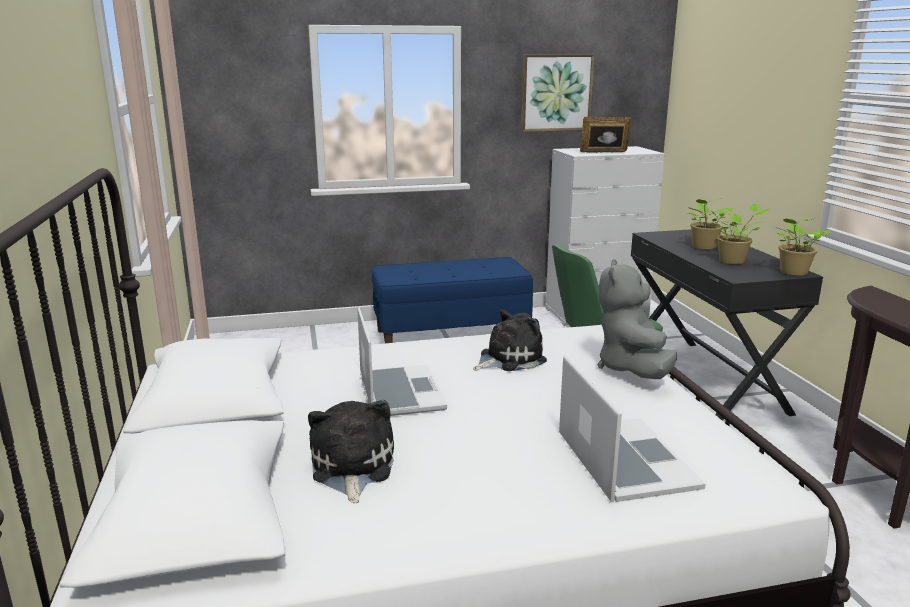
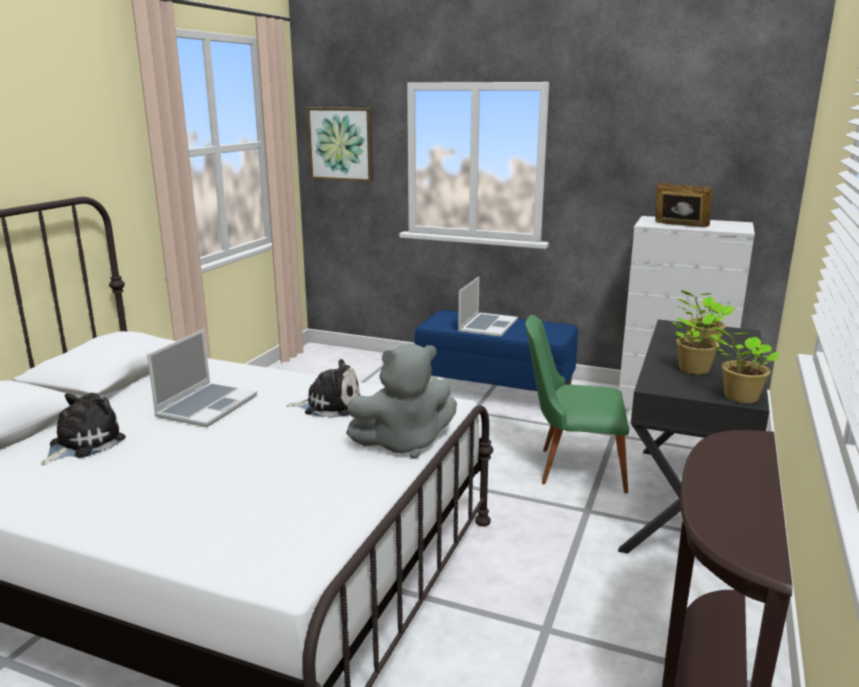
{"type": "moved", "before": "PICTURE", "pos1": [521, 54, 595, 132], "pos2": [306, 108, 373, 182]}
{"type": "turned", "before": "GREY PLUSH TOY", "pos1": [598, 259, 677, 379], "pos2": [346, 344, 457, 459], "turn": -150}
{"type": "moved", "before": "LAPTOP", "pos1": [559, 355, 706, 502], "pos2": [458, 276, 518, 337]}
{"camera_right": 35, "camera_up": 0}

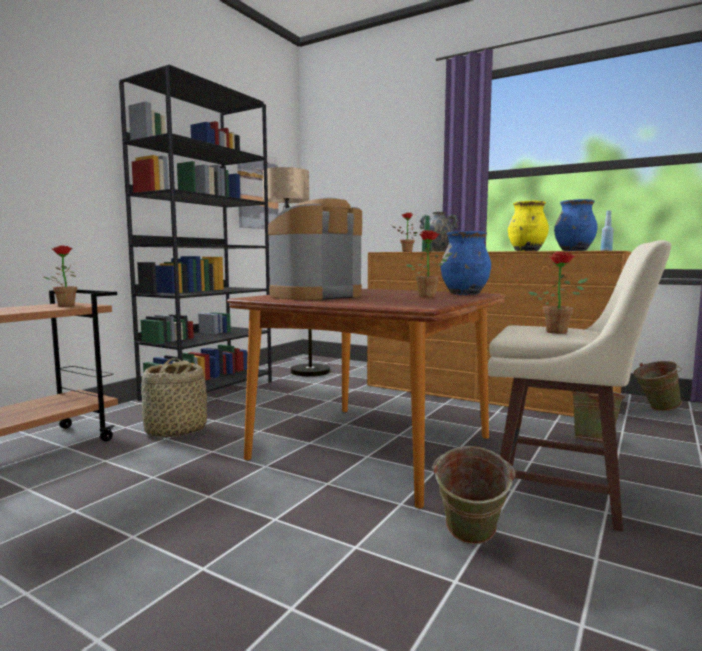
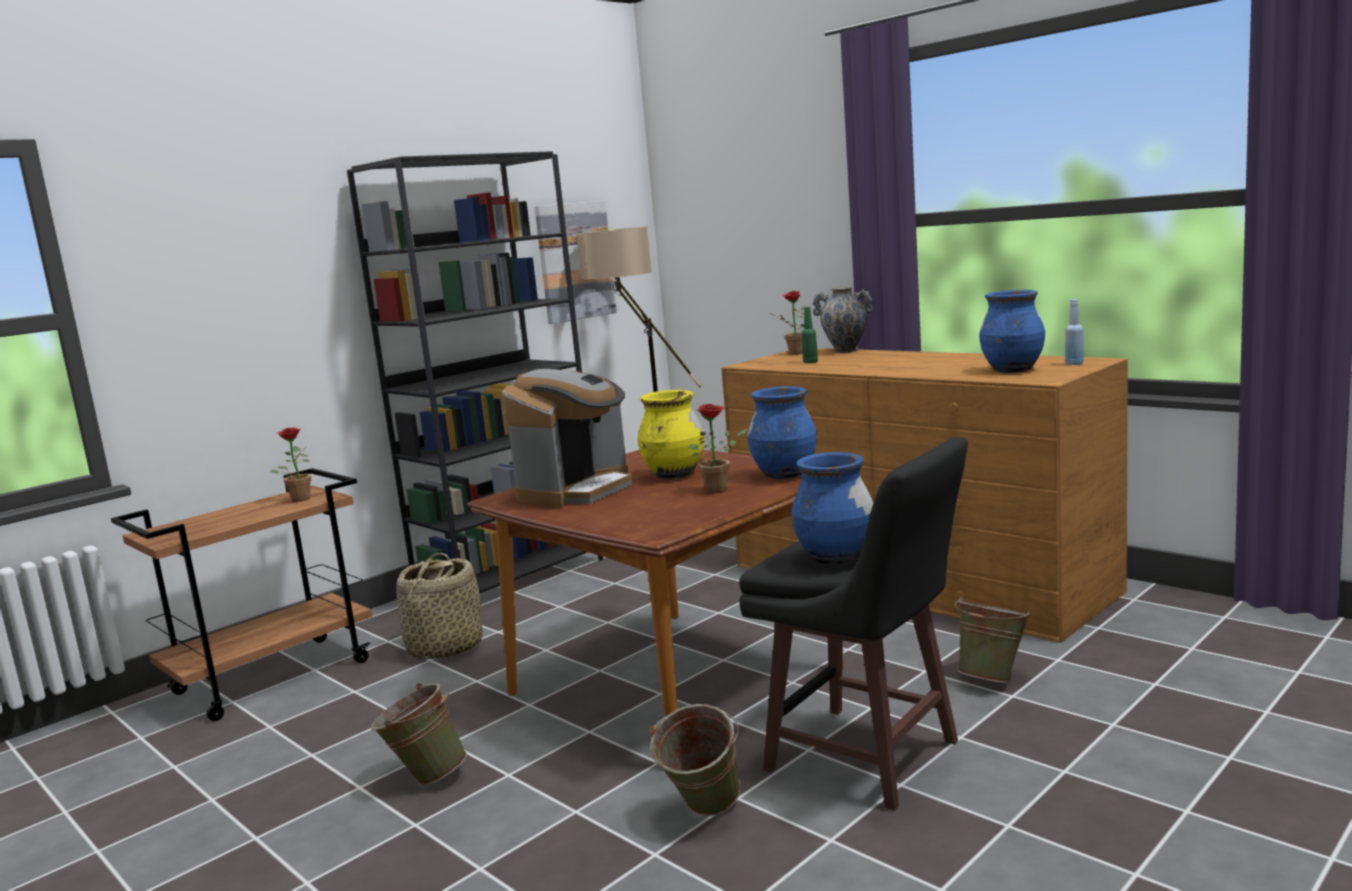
{"type": "moved", "before": "GREEN BUCKET", "pos1": [633, 361, 682, 411], "pos2": [371, 683, 467, 786]}
{"type": "turned", "before": "COFFEE MACHINE", "pos1": [268, 197, 362, 300], "pos2": [502, 369, 633, 508], "turn": 150}
{"type": "moved", "before": "YELLOW VASE", "pos1": [508, 201, 549, 251], "pos2": [638, 390, 704, 479]}
{"type": "recoloured", "before": "BEIGE STOOL", "after": "BLACK STOOL", "pos1": [488, 240, 671, 532], "pos2": [739, 437, 968, 811]}
{"type": "replaced", "before": "POTTED PLANT", "after": "BLUE VASE", "pos1": [528, 252, 588, 334], "pos2": [791, 452, 873, 565]}
{"camera_right": 15, "camera_up": 5}

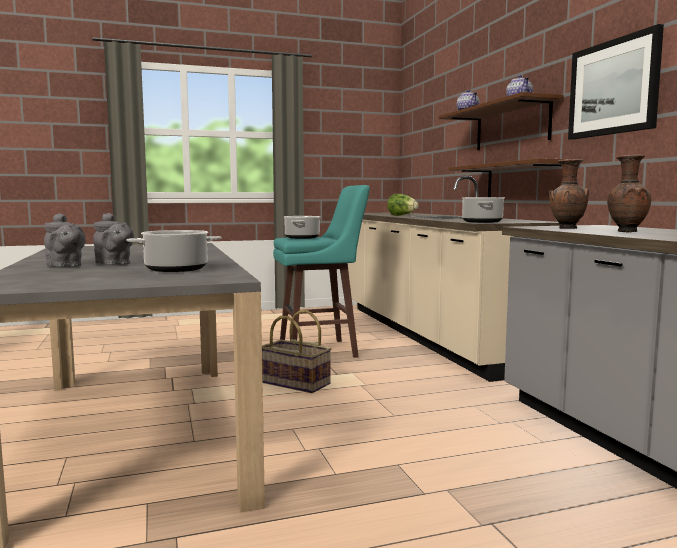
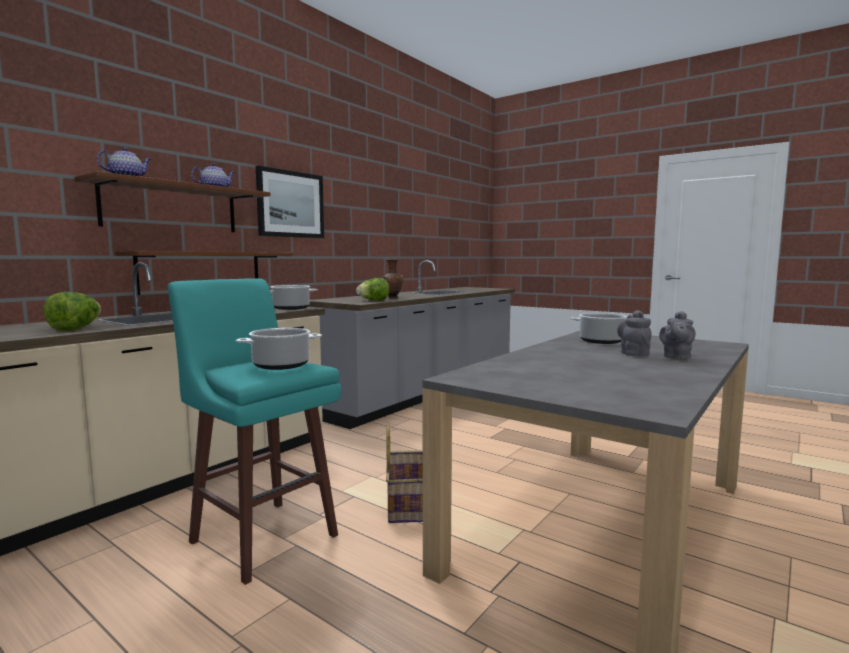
{"type": "replaced", "before": "BROWN VASE", "after": "LETTUCE", "pos1": [549, 159, 589, 229], "pos2": [356, 278, 389, 301]}
{"type": "turned", "before": "GREY TEAPOT", "pos1": [44, 213, 86, 267], "pos2": [659, 311, 696, 360], "turn": -150}
{"camera_right": -125, "camera_up": 0}

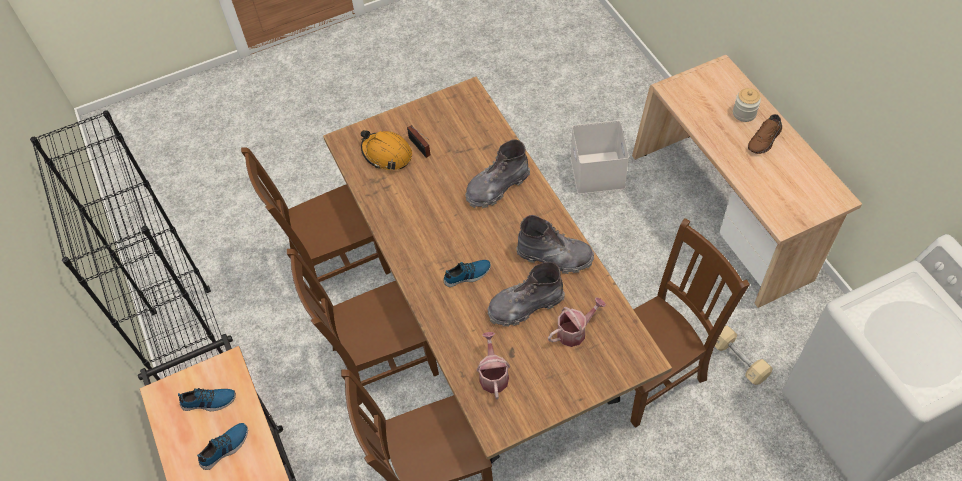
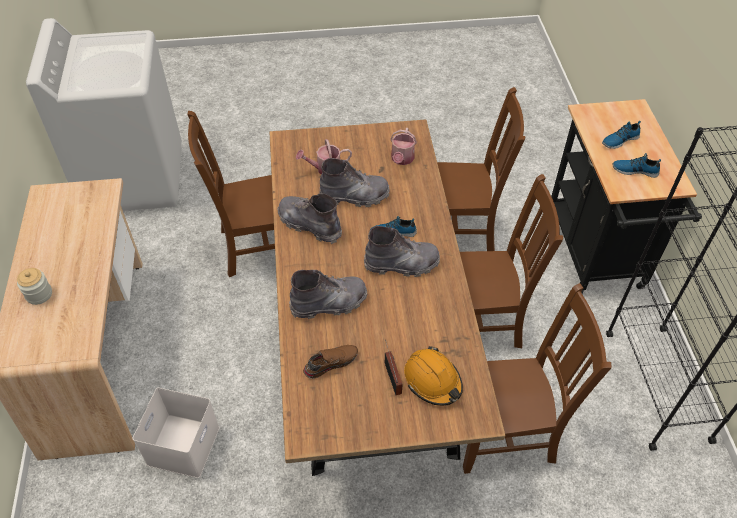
{"type": "moved", "before": "BROWN SHOE", "pos1": [748, 114, 782, 154], "pos2": [303, 345, 358, 379]}
{"type": "added", "after": "GREY BOOT", "pos2": [364, 226, 440, 277]}
{"type": "removed", "before": "BEIGE DUMBBELL", "pos1": [715, 326, 773, 385]}
{"camera_right": -165, "camera_up": -5}

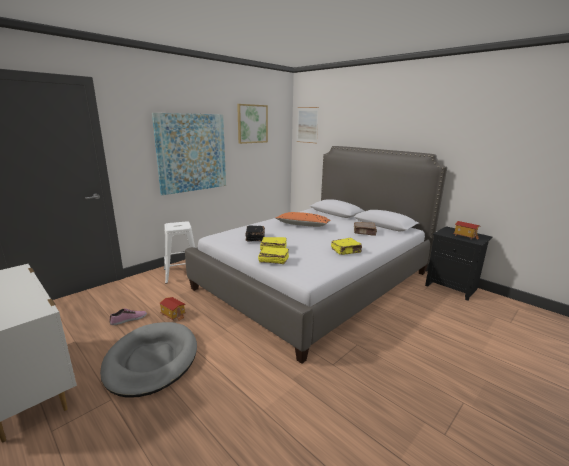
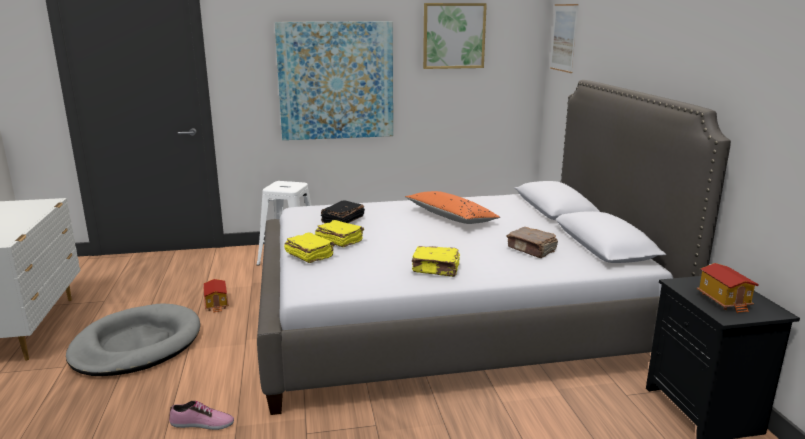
{"type": "moved", "before": "SHOE", "pos1": [110, 308, 147, 325], "pos2": [169, 401, 234, 430]}
{"camera_right": 35, "camera_up": 0}

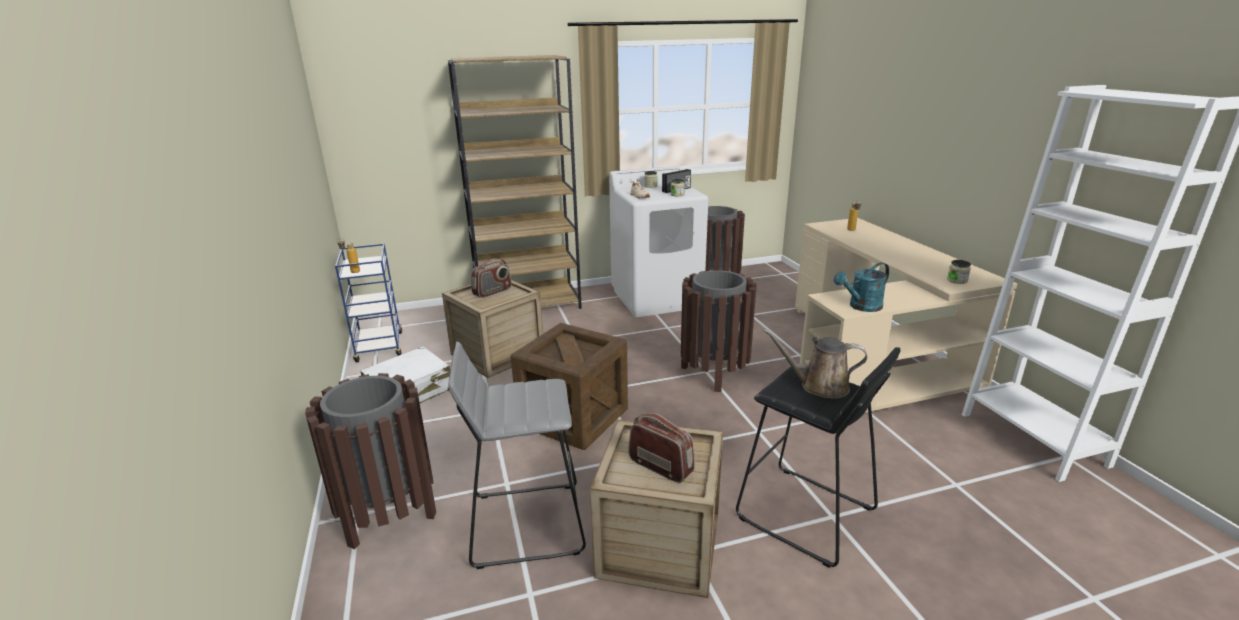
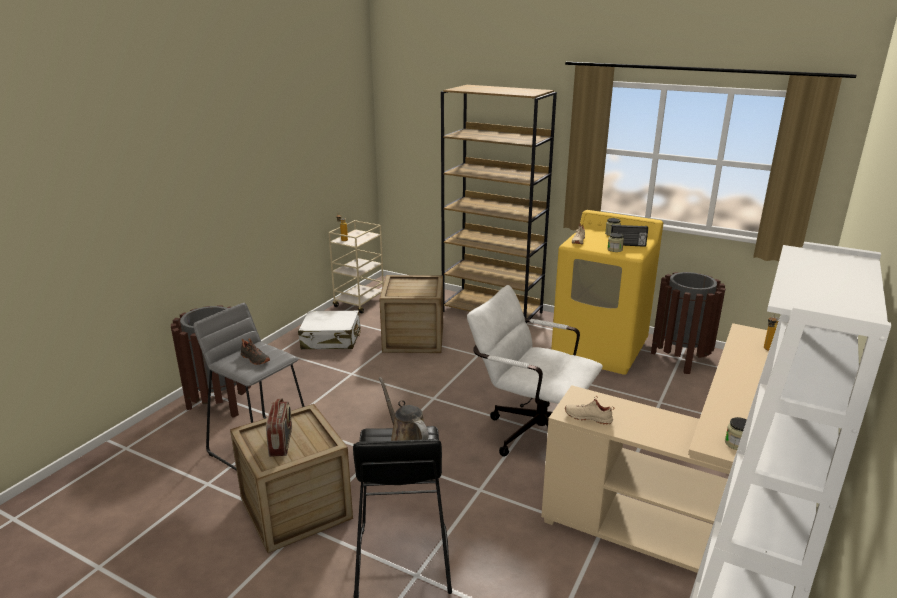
{"type": "added", "after": "BLACK SHOE", "pos2": [241, 338, 270, 365]}
{"type": "recoloured", "before": "BLUE CART", "after": "BEIGE CART", "pos1": [335, 243, 402, 362], "pos2": [328, 220, 384, 314]}
{"type": "replaced", "before": "BROWN TRASH CAN", "after": "WHITE OFFICE CHAIR", "pos1": [681, 270, 757, 392], "pos2": [467, 285, 603, 456]}
{"type": "recoloured", "before": "WHITE WASHING MACHINE", "after": "YELLOW WASHING MACHINE", "pos1": [609, 166, 708, 317], "pos2": [551, 210, 663, 375]}
{"type": "replaced", "before": "TURQUOISE WATERING CAN", "after": "BEIGE SHOE", "pos1": [834, 262, 889, 312], "pos2": [565, 396, 614, 425]}
{"type": "removed", "before": "RADIO", "pos1": [471, 259, 512, 298]}
{"type": "removed", "before": "CRATE", "pos1": [510, 323, 628, 450]}
{"camera_right": 45, "camera_up": 0}

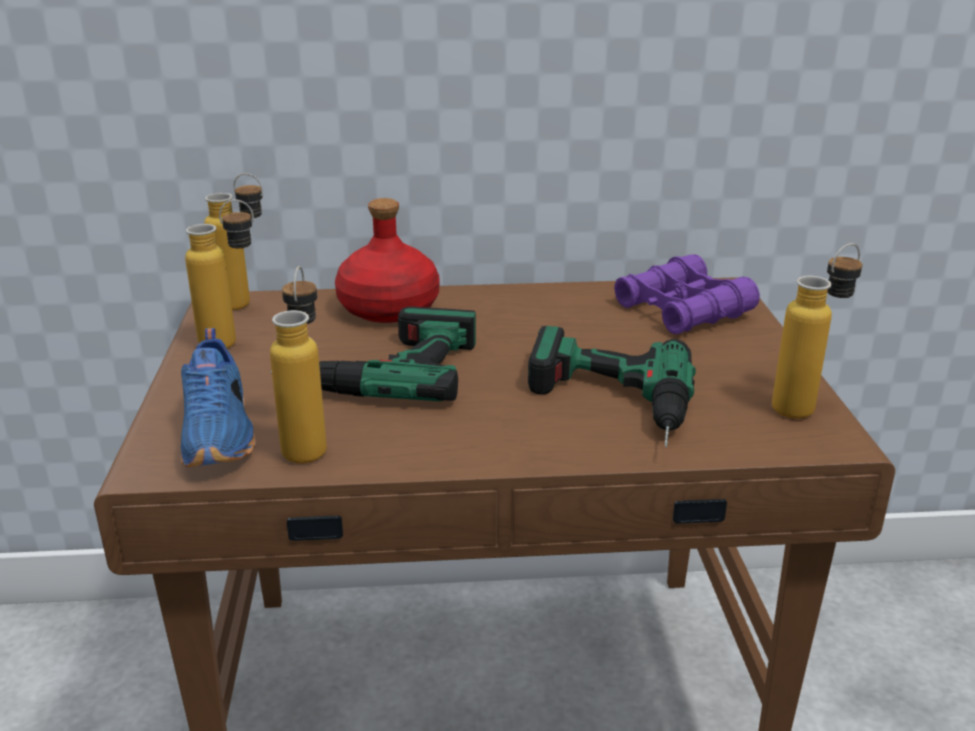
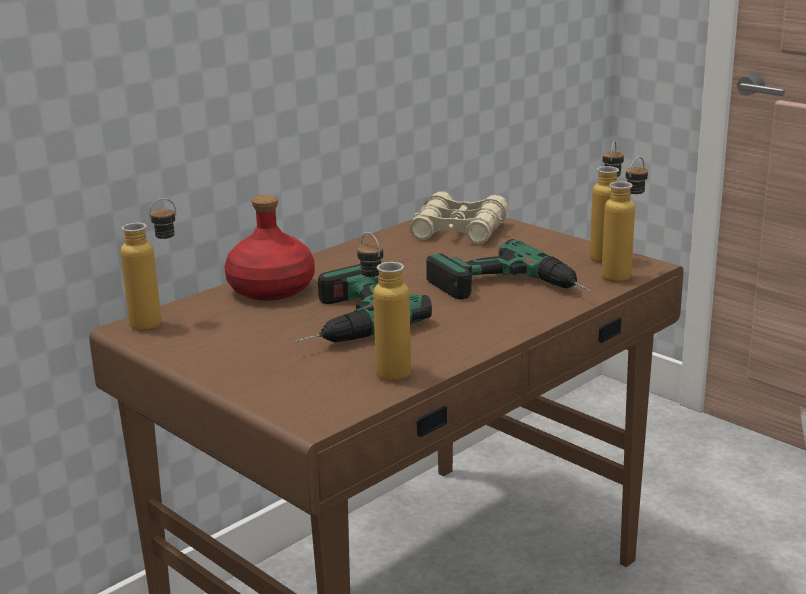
{"type": "recoloured", "before": "PURPLE BINOCULARS", "after": "BEIGE BINOCULARS", "pos1": [614, 254, 760, 334], "pos2": [410, 191, 508, 245]}
{"type": "moved", "before": "BOTTLE", "pos1": [185, 199, 254, 349], "pos2": [602, 157, 648, 283]}
{"type": "removed", "before": "BLUE SHOE", "pos1": [180, 328, 256, 467]}
{"camera_right": -40, "camera_up": -5}

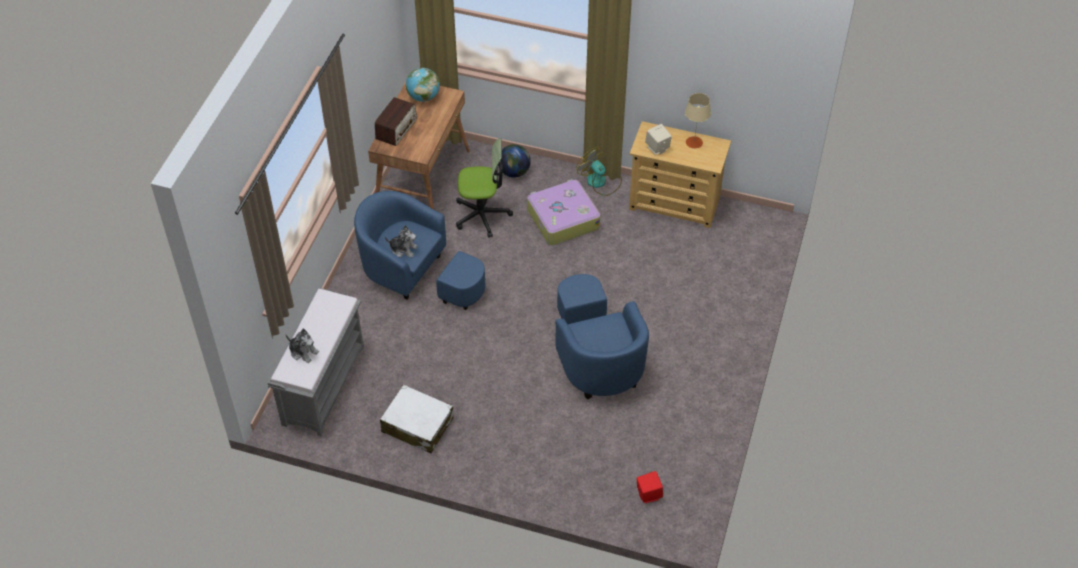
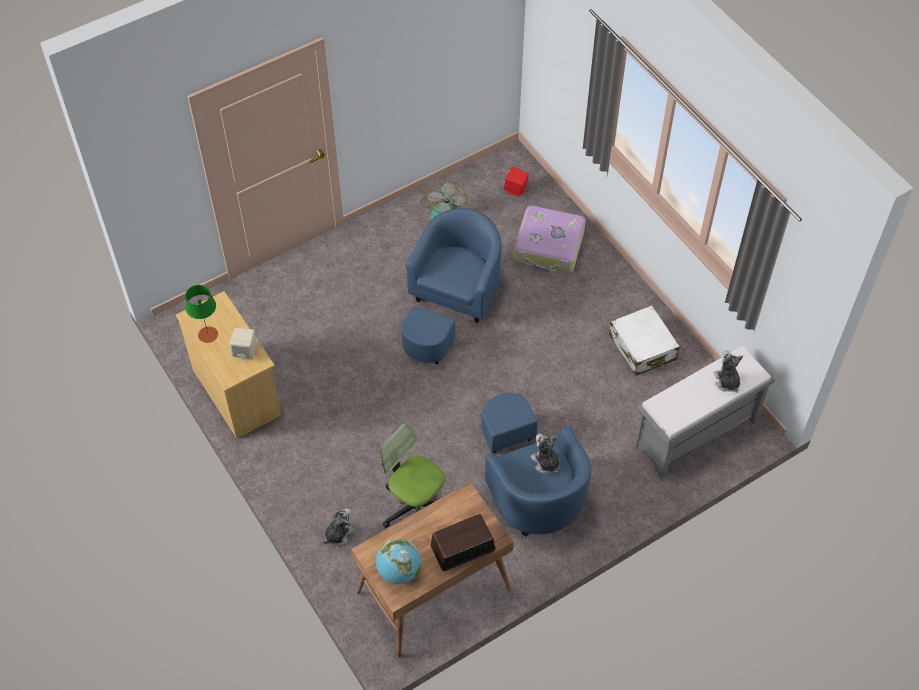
{"type": "recoloured", "before": "BEIGE TABLE LAMP", "after": "GREEN TABLE LAMP", "pos1": [685, 93, 711, 149], "pos2": [185, 285, 218, 343]}
{"type": "replaced", "before": "GLOBE", "after": "PLUSH TOY", "pos1": [498, 144, 531, 178], "pos2": [323, 508, 354, 546]}
{"type": "moved", "before": "FAN", "pos1": [576, 147, 622, 196], "pos2": [420, 181, 467, 220]}
{"type": "moved", "before": "SUITCASE", "pos1": [527, 179, 600, 245], "pos2": [514, 205, 586, 274]}
{"camera_right": -140, "camera_up": 5}

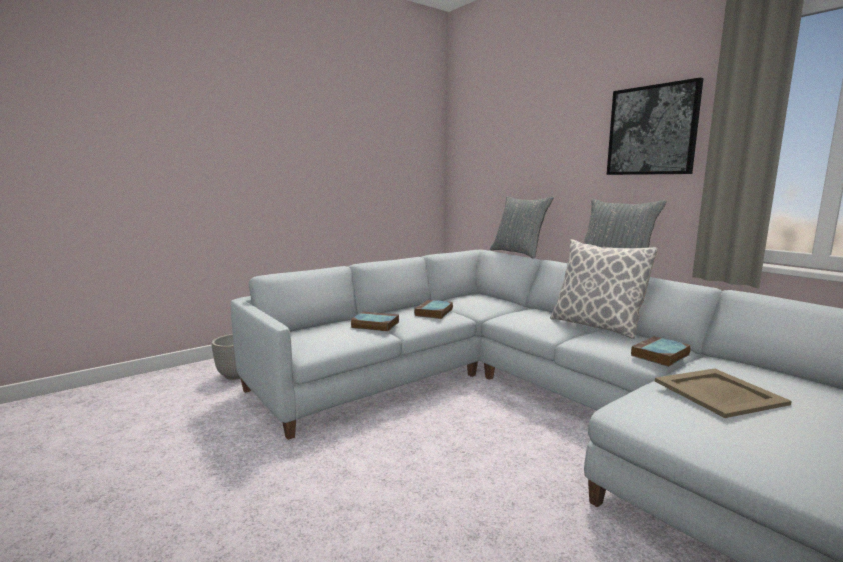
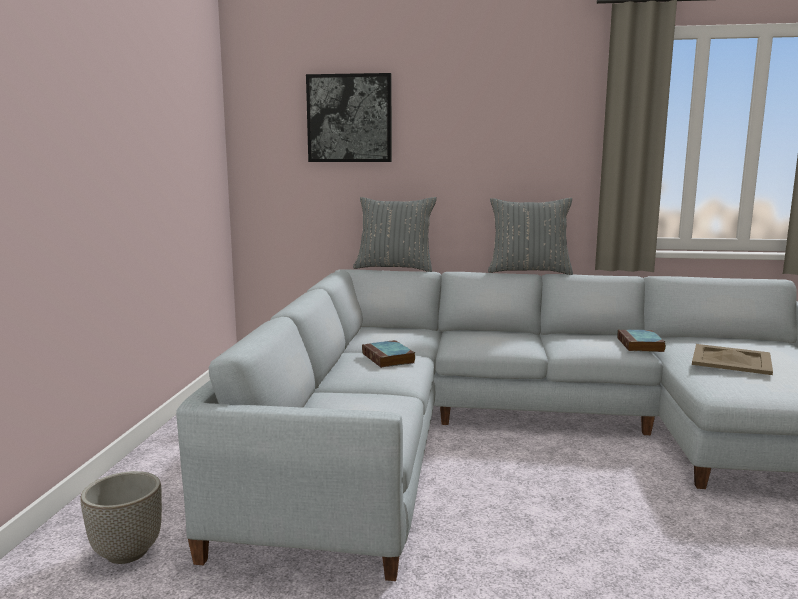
{"type": "moved", "before": "PICTURE", "pos1": [607, 77, 704, 175], "pos2": [306, 73, 392, 162]}
{"type": "removed", "before": "BOOK", "pos1": [350, 311, 399, 331]}
{"type": "removed", "before": "PILLOW", "pos1": [550, 239, 658, 339]}
{"camera_right": -45, "camera_up": 0}

